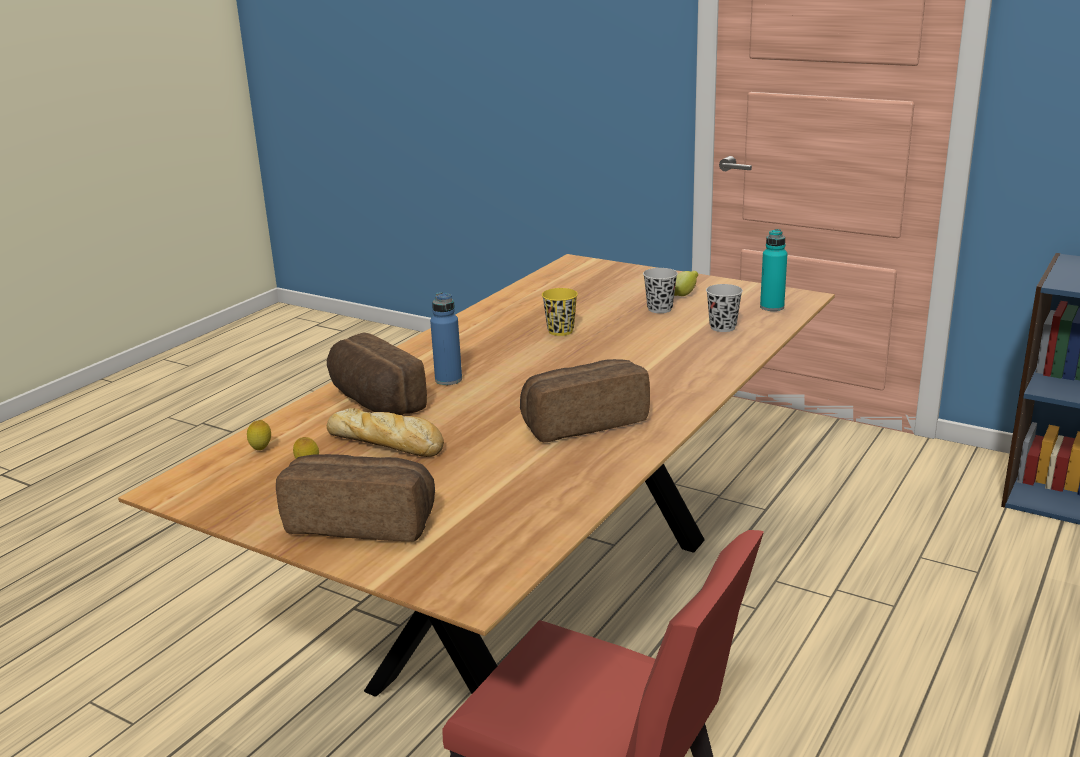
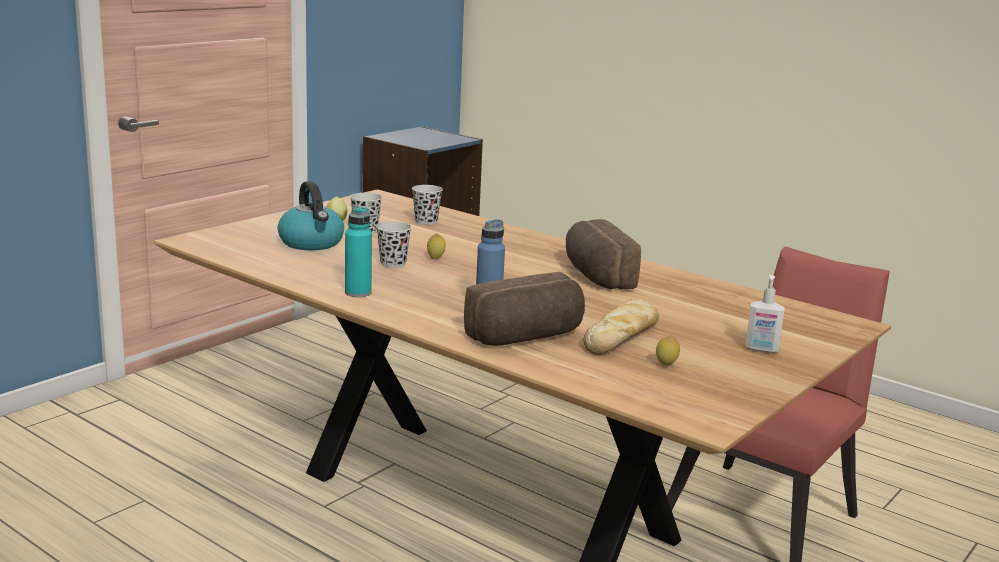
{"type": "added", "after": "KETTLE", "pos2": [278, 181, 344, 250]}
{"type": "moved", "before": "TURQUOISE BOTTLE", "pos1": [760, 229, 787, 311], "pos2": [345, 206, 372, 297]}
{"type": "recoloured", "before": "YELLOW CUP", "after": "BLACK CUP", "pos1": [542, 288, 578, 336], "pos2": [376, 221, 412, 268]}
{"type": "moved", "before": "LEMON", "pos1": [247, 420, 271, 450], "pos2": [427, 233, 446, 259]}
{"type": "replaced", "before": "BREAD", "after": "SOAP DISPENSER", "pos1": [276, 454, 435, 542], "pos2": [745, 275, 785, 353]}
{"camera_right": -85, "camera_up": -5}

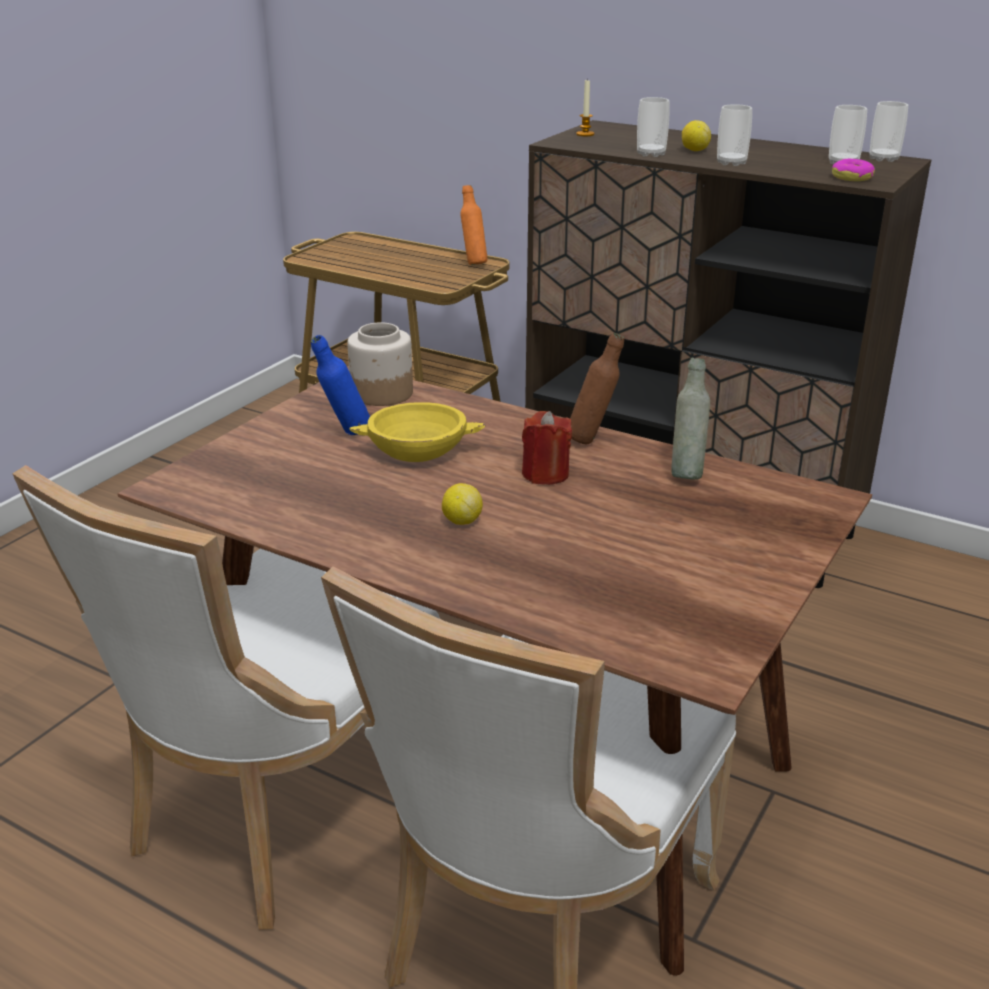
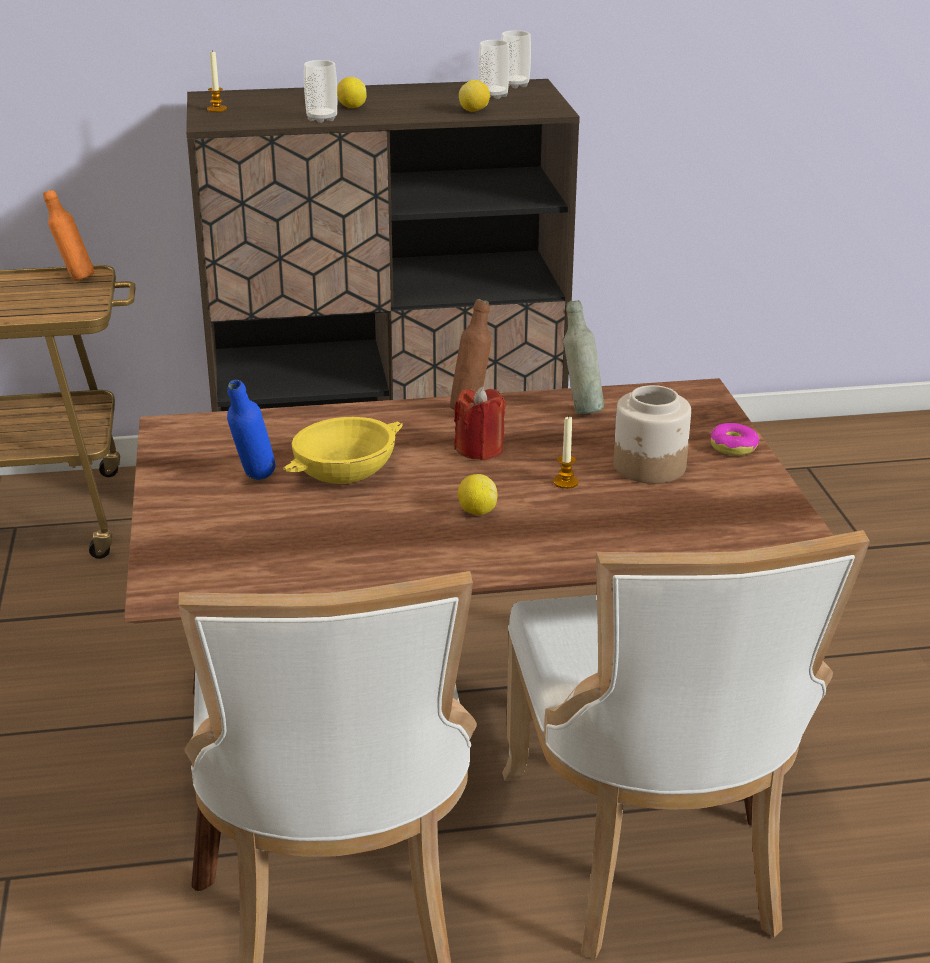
{"type": "added", "after": "LEMON", "pos2": [459, 80, 490, 112]}
{"type": "added", "after": "CANDLE", "pos2": [553, 415, 578, 489]}
{"type": "moved", "before": "JAR", "pos1": [347, 322, 413, 406], "pos2": [614, 385, 691, 484]}
{"type": "moved", "before": "DONUT", "pos1": [832, 159, 875, 181], "pos2": [710, 423, 759, 456]}
{"type": "removed", "before": "CUP", "pos1": [717, 104, 752, 166]}
{"camera_right": -40, "camera_up": 0}

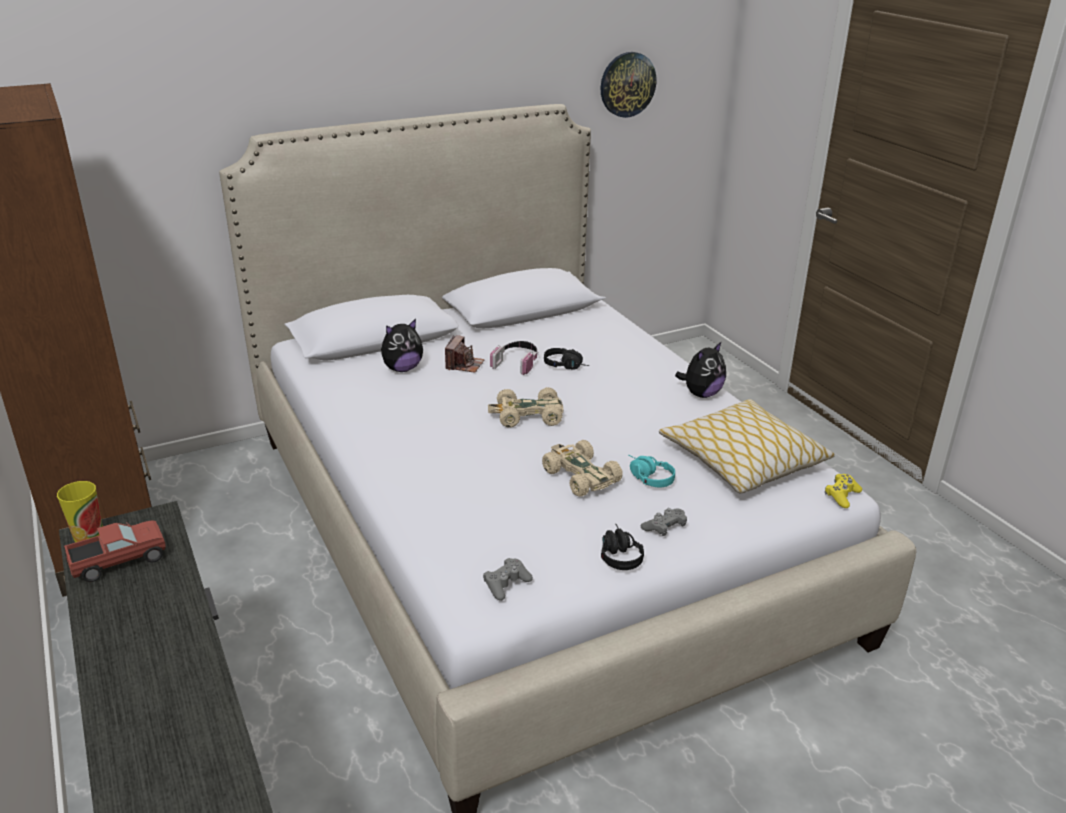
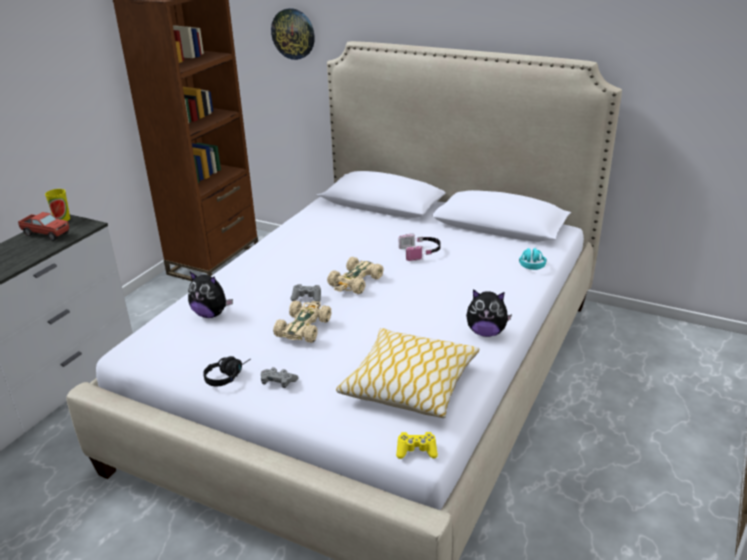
{"type": "moved", "before": "PLUSH TOY", "pos1": [381, 319, 423, 372], "pos2": [188, 272, 233, 318]}
{"type": "moved", "before": "WALL CLOCK", "pos1": [601, 52, 656, 118], "pos2": [271, 8, 315, 60]}
{"type": "moved", "before": "GREY GAME CONTROLLER", "pos1": [483, 558, 533, 601], "pos2": [290, 284, 321, 302]}
{"type": "turned", "before": "BEIGE TOY CAR", "pos1": [488, 387, 563, 427], "pos2": [327, 257, 384, 294], "turn": -105}
{"type": "moved", "before": "TURQUOISE HEADPHONES", "pos1": [628, 455, 675, 487], "pos2": [519, 248, 547, 270]}
{"type": "removed", "before": "PHOTO CAMERA", "pos1": [445, 335, 485, 373]}
{"type": "removed", "before": "BLACK HEADPHONES", "pos1": [544, 348, 589, 370]}
{"camera_right": 55, "camera_up": 0}

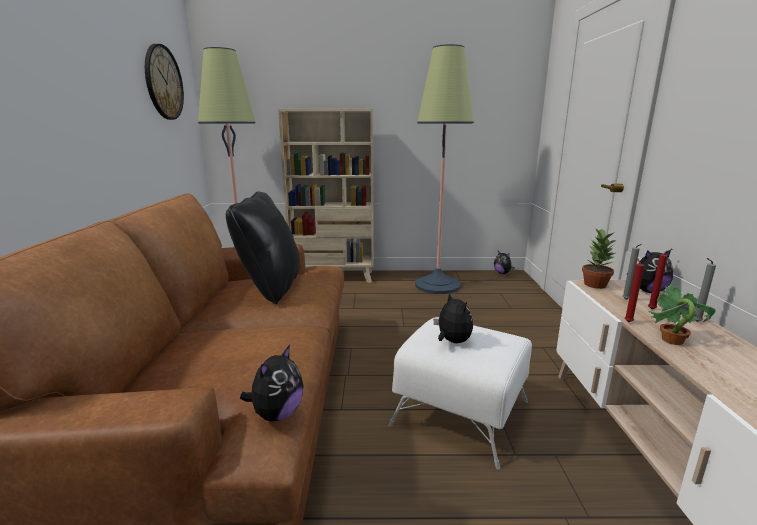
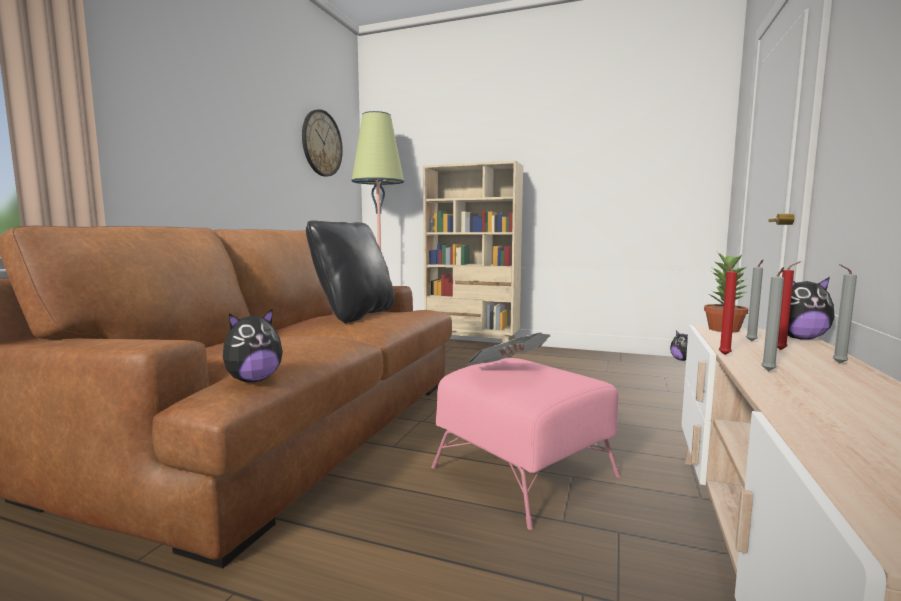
{"type": "recoloured", "before": "WHITE OTTOMAN", "after": "PINK OTTOMAN", "pos1": [388, 317, 532, 470], "pos2": [431, 358, 621, 530]}
{"type": "replaced", "before": "PLUSH TOY", "after": "NEWSPAPER", "pos1": [434, 293, 473, 343], "pos2": [467, 333, 550, 365]}
{"type": "replaced", "before": "POTTED PLANT", "after": "GREY CANDLE", "pos1": [648, 285, 716, 345], "pos2": [761, 267, 784, 371]}
{"type": "removed", "before": "FLOOR LAMP", "pos1": [415, 44, 474, 294]}
{"camera_right": 20, "camera_up": -10}

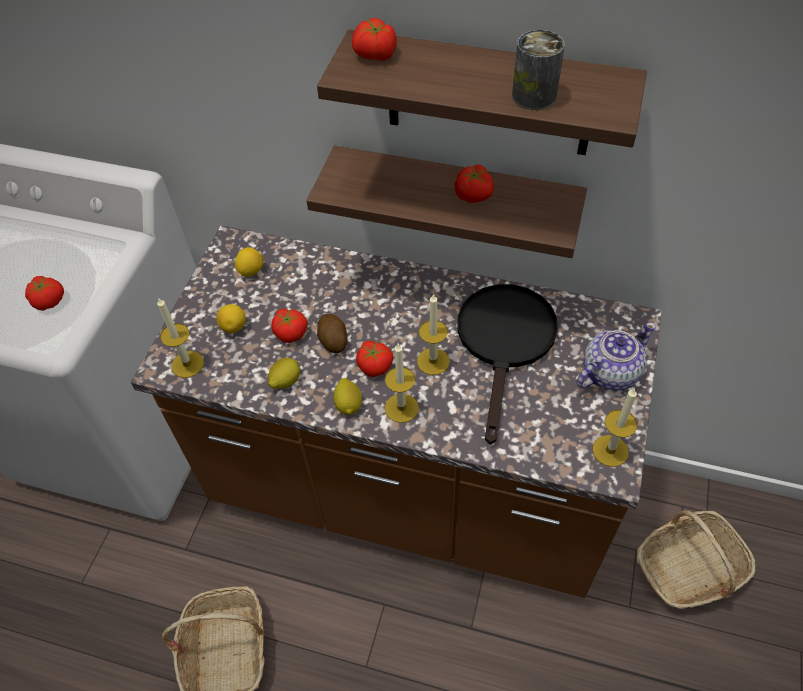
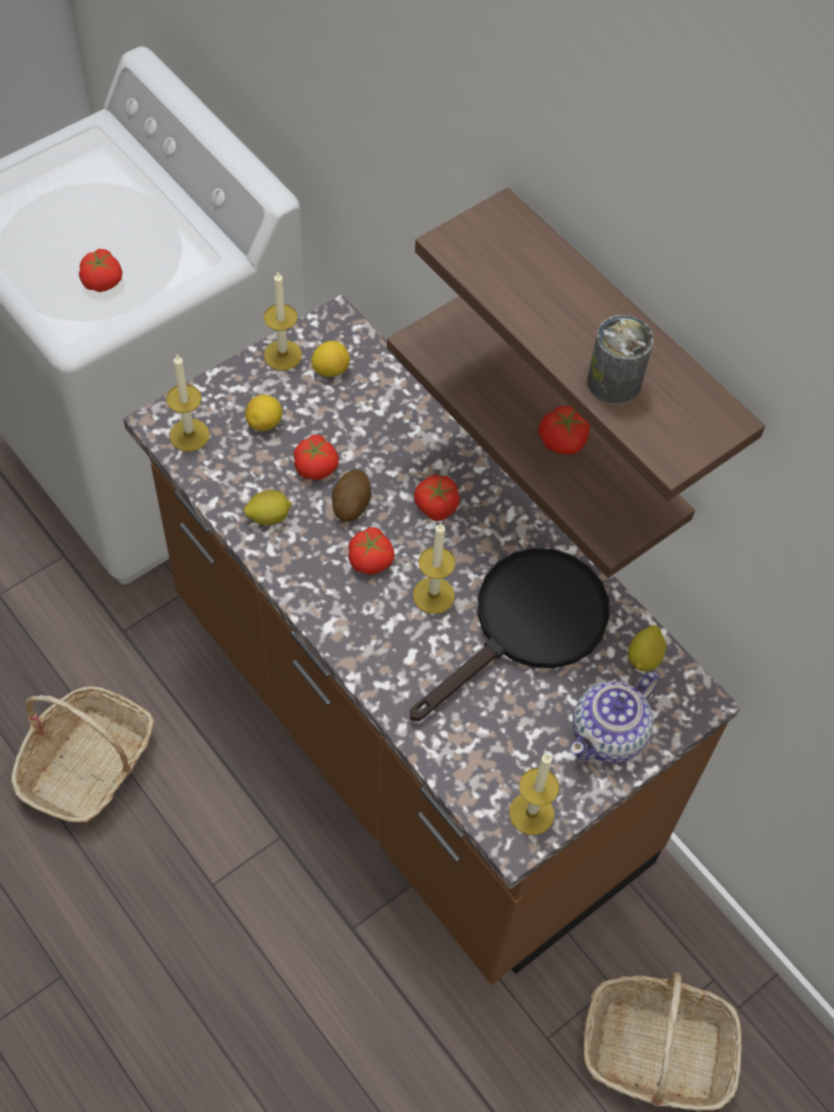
{"type": "moved", "before": "CANDLE", "pos1": [385, 344, 419, 423], "pos2": [264, 272, 302, 370]}
{"type": "moved", "before": "TOMATO", "pos1": [352, 18, 397, 61], "pos2": [414, 475, 460, 521]}
{"type": "turned", "before": "TEAPOT", "pos1": [577, 322, 656, 391], "pos2": [570, 671, 659, 763], "turn": 135}
{"type": "moved", "before": "LEMON", "pos1": [333, 378, 362, 415], "pos2": [628, 625, 666, 672]}
{"camera_right": 30, "camera_up": 5}

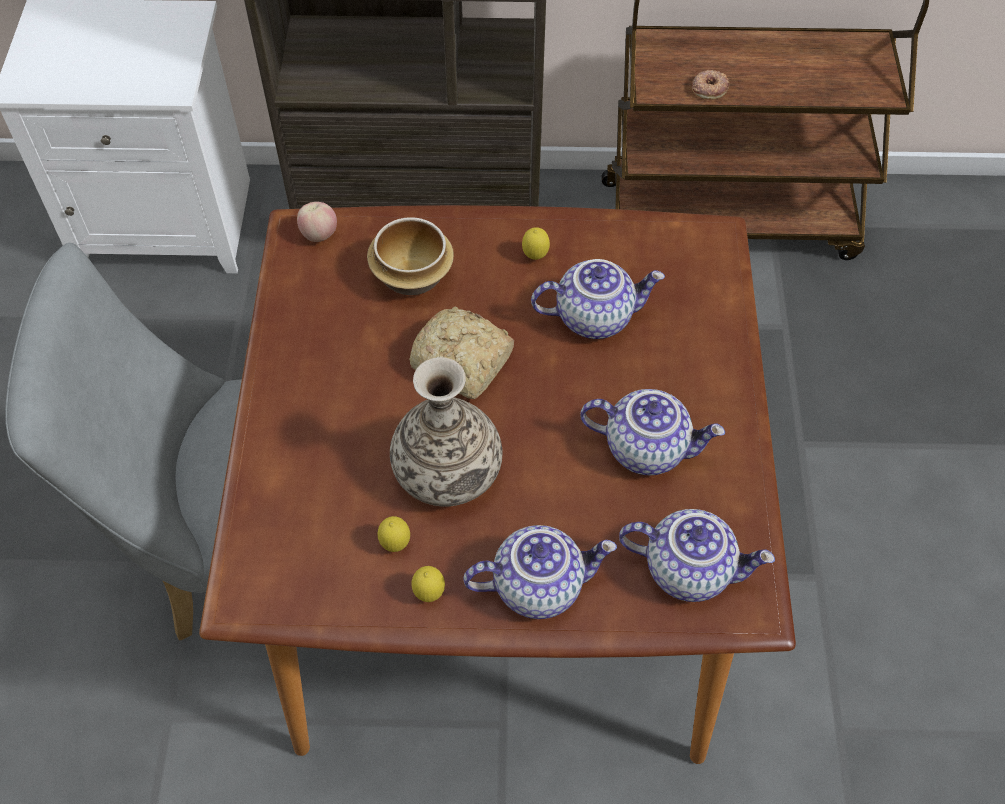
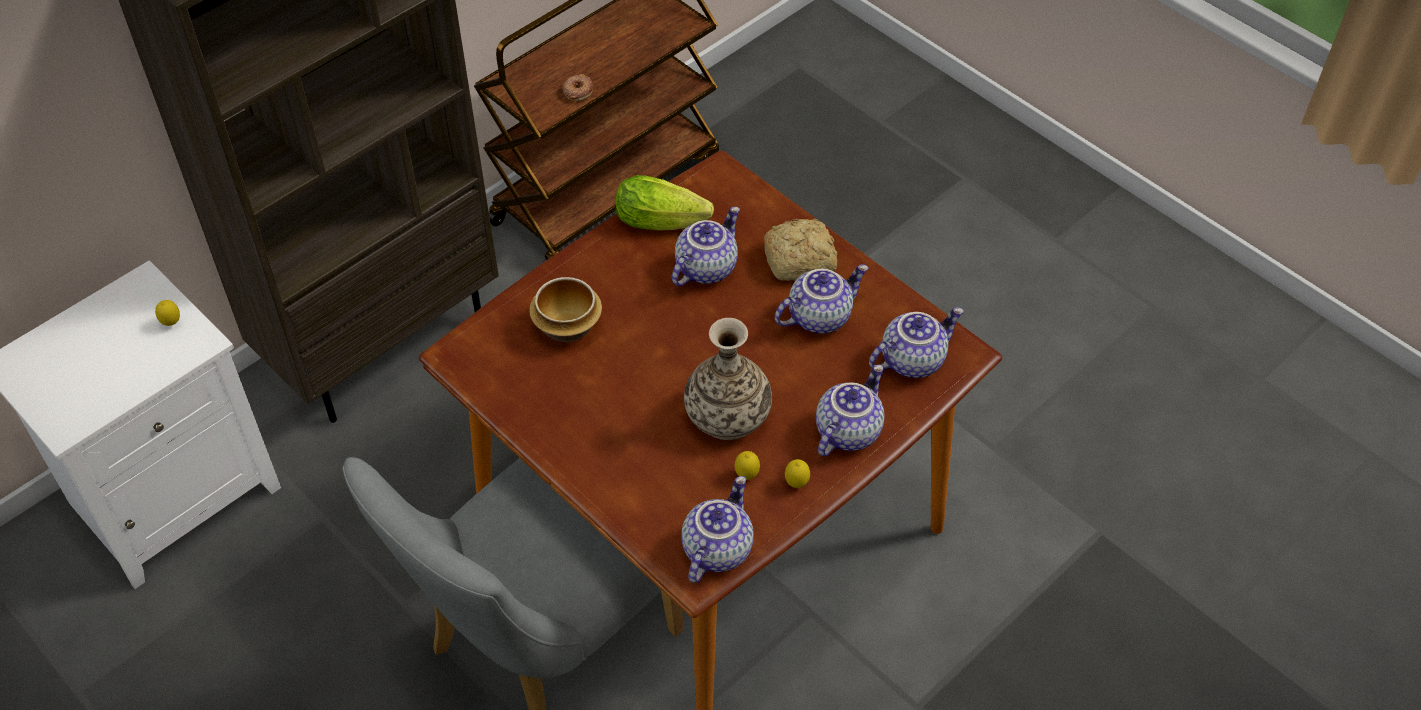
{"type": "moved", "before": "LEMON", "pos1": [522, 227, 550, 260], "pos2": [155, 300, 180, 326]}
{"type": "added", "after": "LETTUCE", "pos2": [616, 175, 714, 230]}
{"type": "added", "after": "TEAPOT", "pos2": [681, 476, 754, 583]}
{"type": "moved", "before": "BREAD", "pos1": [409, 307, 514, 399], "pos2": [764, 219, 838, 281]}
{"type": "removed", "before": "APPLE", "pos1": [297, 202, 337, 242]}
{"camera_right": -45, "camera_up": -5}

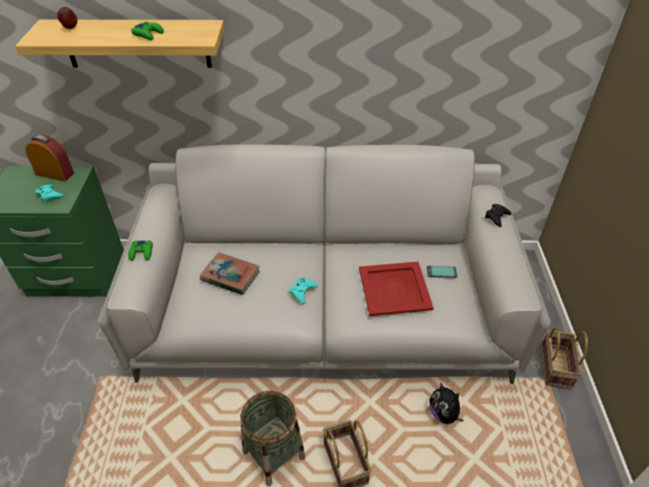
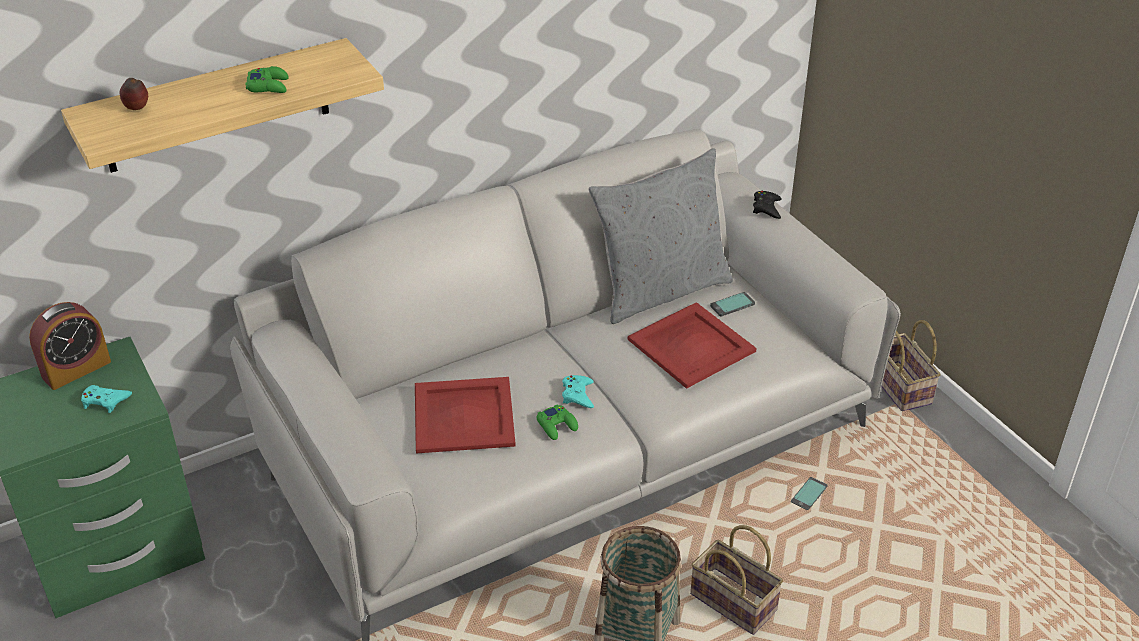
{"type": "turned", "before": "ALARM CLOCK", "pos1": [26, 135, 74, 181], "pos2": [29, 302, 111, 390], "turn": 150}
{"type": "replaced", "before": "BOOK", "after": "RED TRAY", "pos1": [200, 253, 260, 295], "pos2": [415, 377, 516, 453]}
{"type": "moved", "before": "GREEN GAME CONTROLLER", "pos1": [128, 240, 153, 261], "pos2": [537, 404, 578, 440]}
{"type": "added", "after": "GREY PILLOW", "pos2": [588, 148, 733, 324]}
{"type": "replaced", "before": "PLUSH TOY", "after": "PHONE", "pos1": [429, 383, 464, 424], "pos2": [791, 477, 828, 510]}
{"camera_right": -30, "camera_up": -5}

